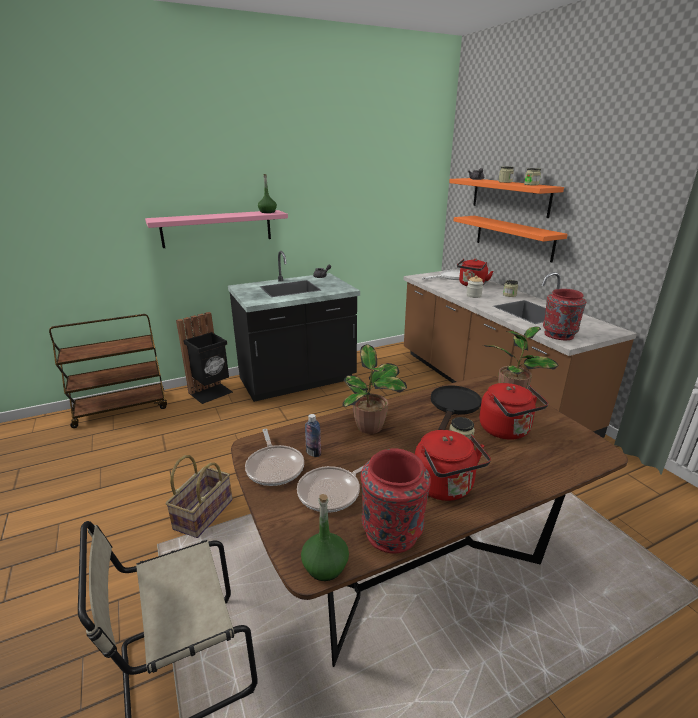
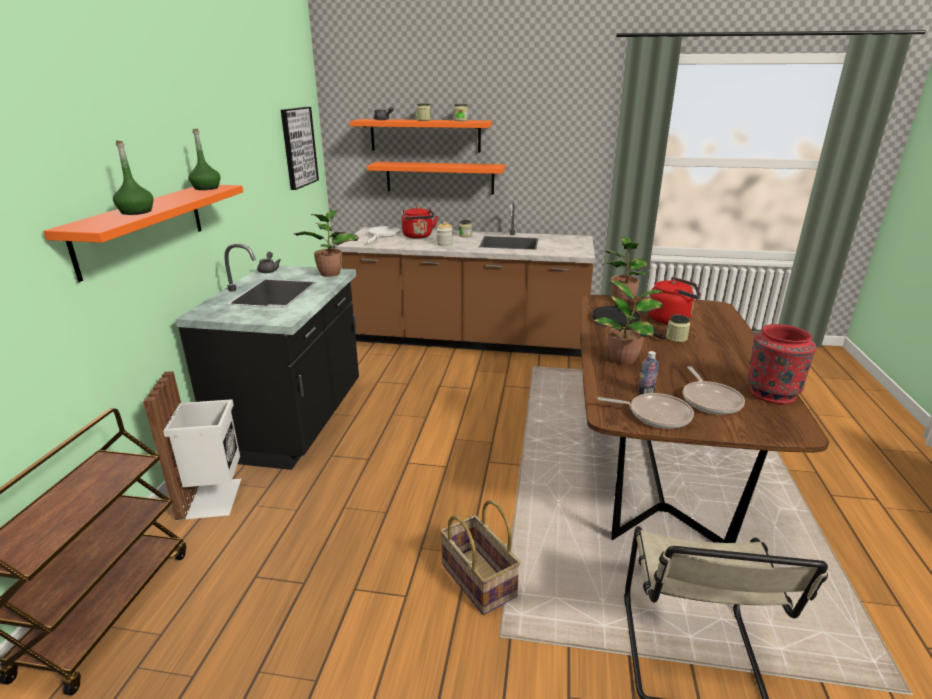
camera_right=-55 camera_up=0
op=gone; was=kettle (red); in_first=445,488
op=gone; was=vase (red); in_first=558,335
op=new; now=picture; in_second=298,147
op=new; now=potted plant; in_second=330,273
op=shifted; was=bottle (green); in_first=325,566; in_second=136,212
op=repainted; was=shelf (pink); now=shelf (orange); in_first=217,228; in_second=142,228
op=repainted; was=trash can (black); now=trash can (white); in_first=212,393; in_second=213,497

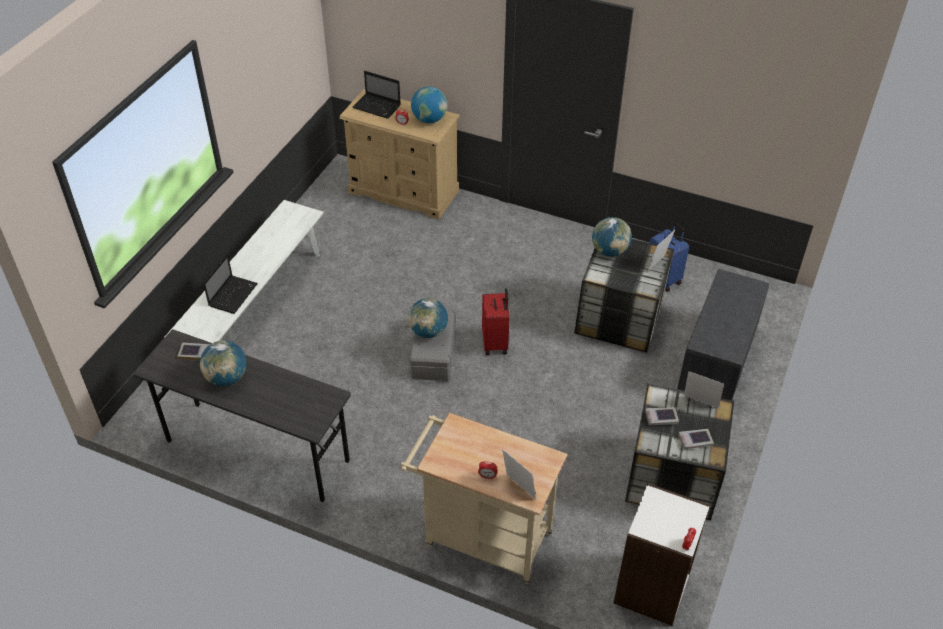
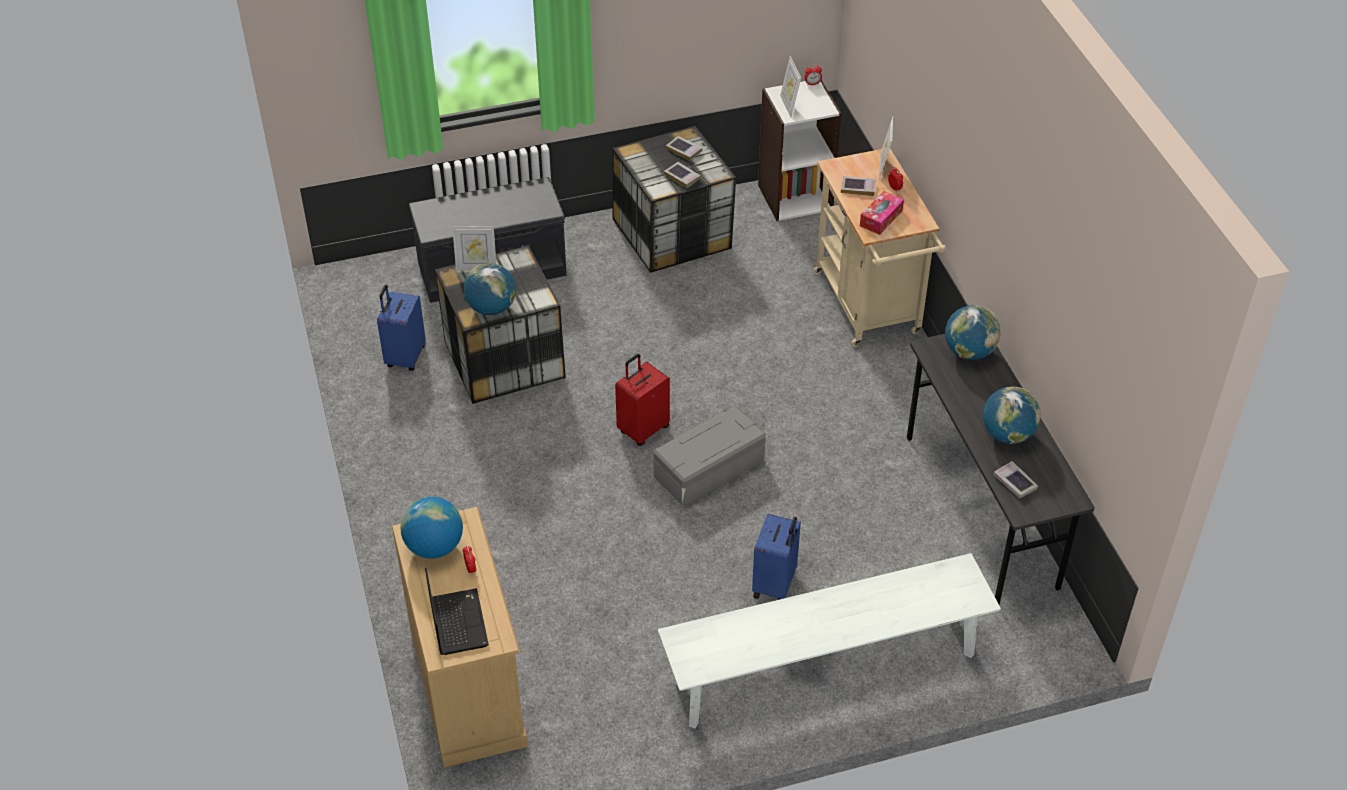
camera_right=-130 camera_up=0
op=gone; was=laptop; in_first=233,294
op=new; now=suitcase (blue); in_second=775,585
op=new; now=book; in_second=858,188
op=new; now=tissue box; in_second=881,218
op=shifted; was=globe; in_first=428,331; in_second=969,352
op=shifted; was=picture frame; in_first=700,404; in_second=789,106

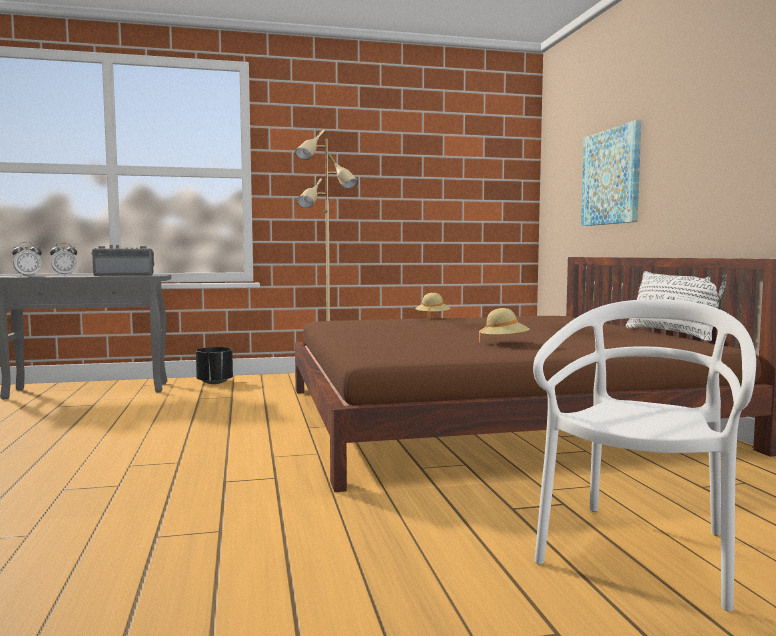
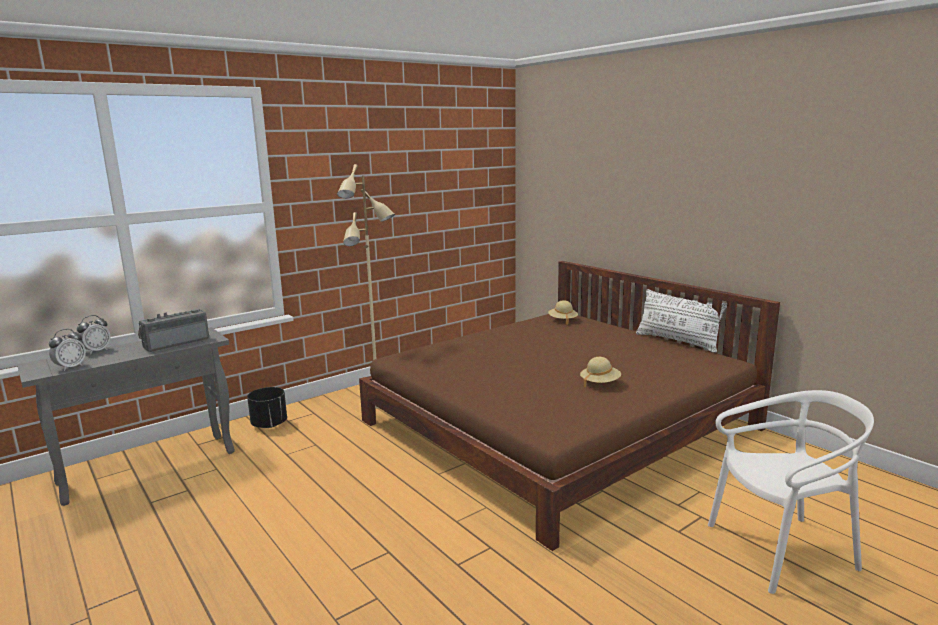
camera_right=-25 camera_up=10
op=gone; was=picture; in_first=611,177
op=shifted; was=hat (beige); in_first=432,317; in_second=562,320
op=rotated; was=chair (white); in_first=640,552; in_second=781,550; clockwise=75

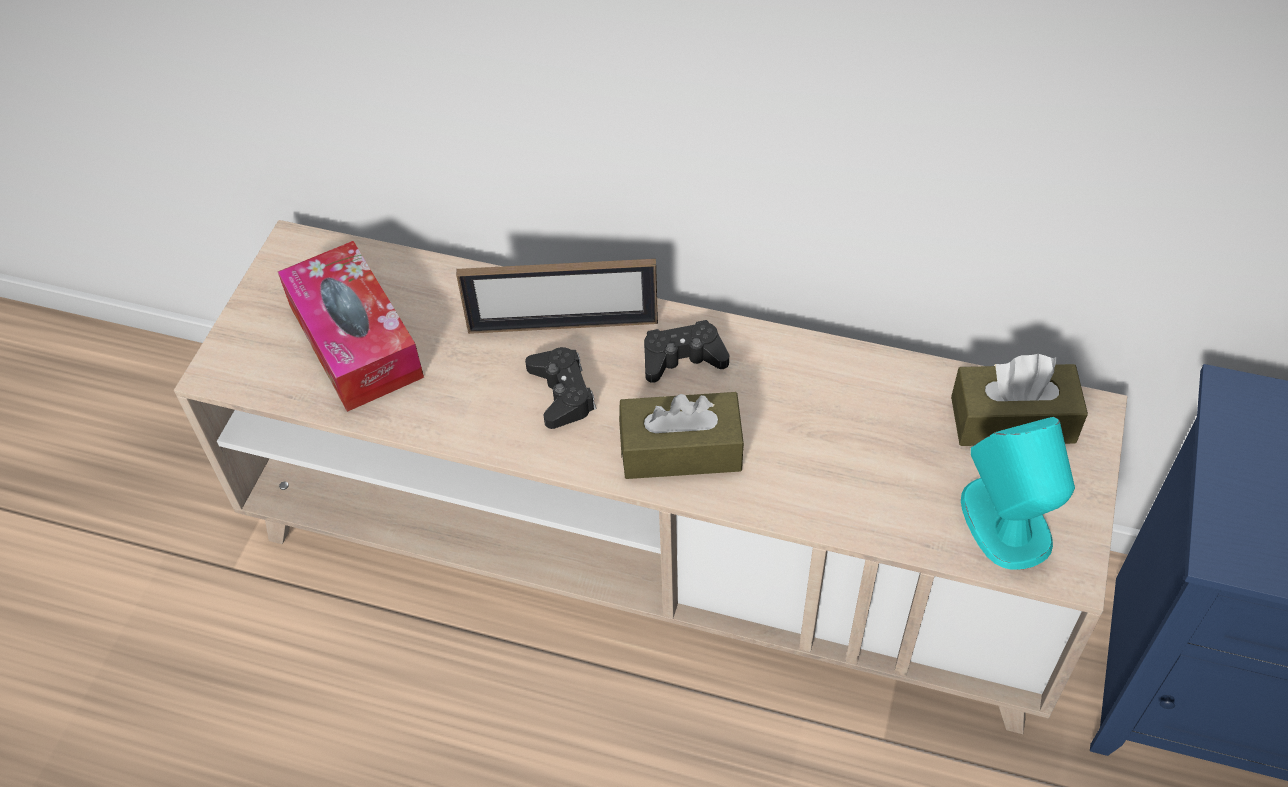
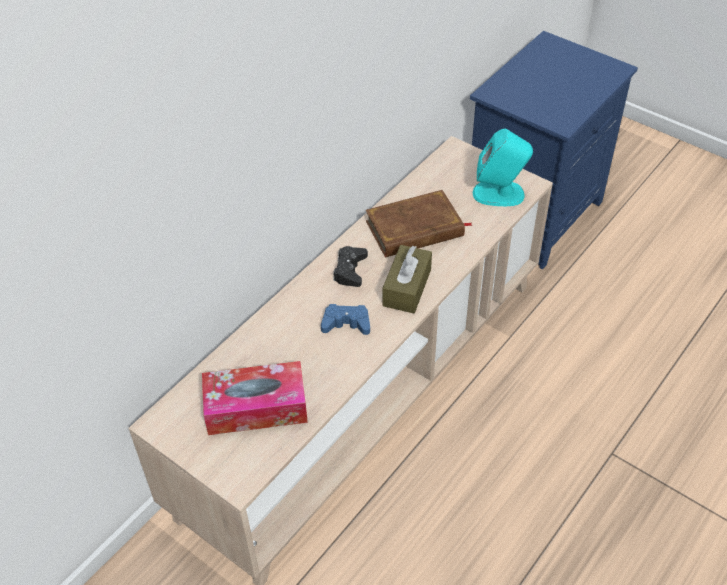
camera_right=-70 camera_up=-5
op=gone; was=picture frame; in_first=563,325
op=gone; was=tissue box (brown); in_first=1012,420
op=new; now=book (brown); in_second=415,229
op=repainted; was=game controller (black); now=game controller (blue); in_first=562,393; in_second=346,324

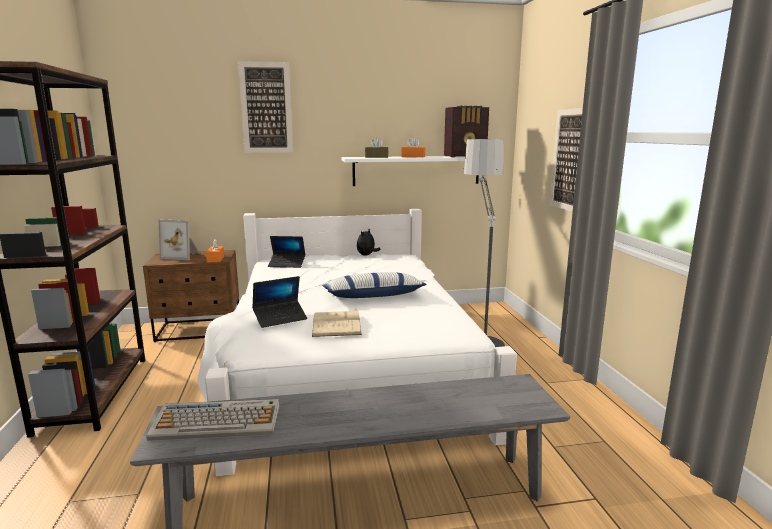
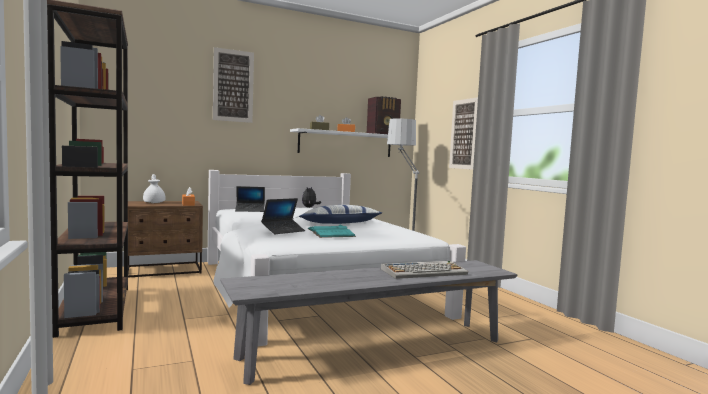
camera_right=-15 camera_up=-10
op=shifted; was=keyboard; in_first=218,421; in_second=424,271
op=swapped; was=picture frame; now=teapot (white); in_first=182,256; in_second=154,202
op=repainted; was=book (beige); now=book (turquoise); in_first=336,324; in_second=330,233

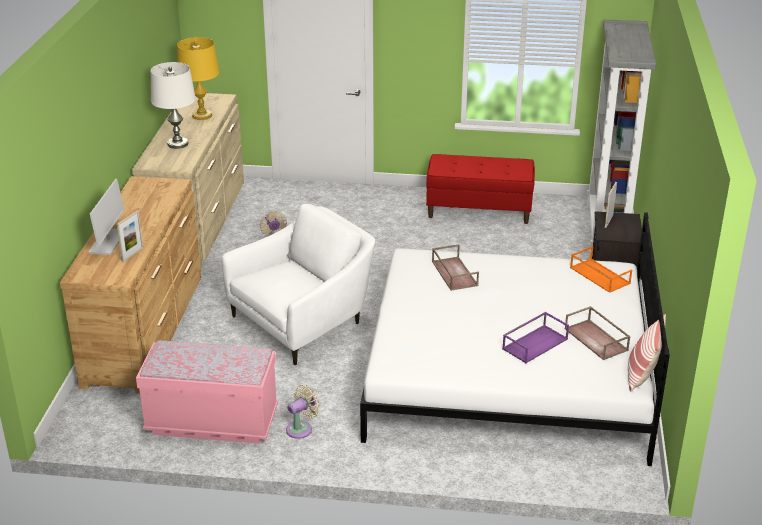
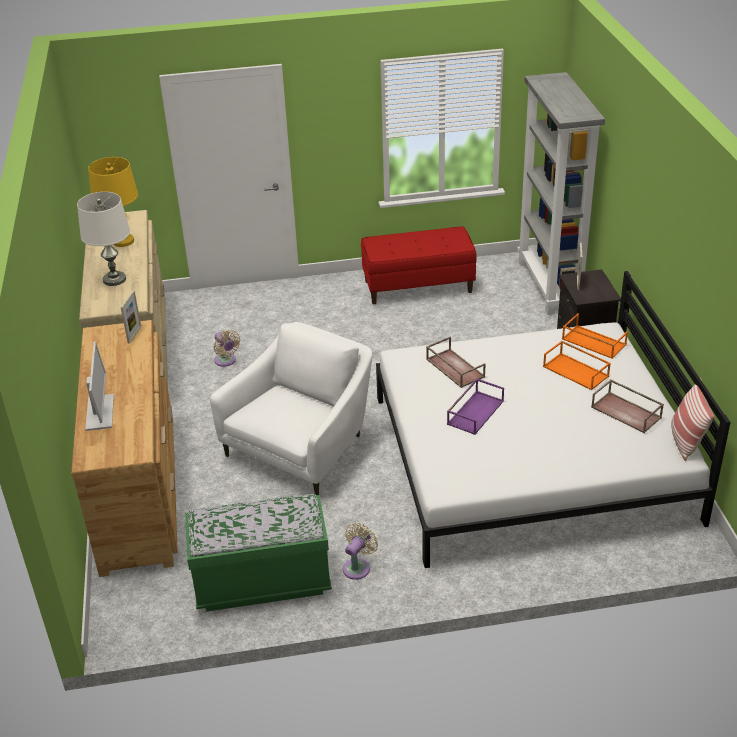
camera_right=-15 camera_up=5
op=new; now=tray (orange); in_second=576,371
op=shifted; was=picture frame; in_first=132,254; in_second=134,334
op=shifted; was=tray (purple); in_first=535,343; in_second=475,412
op=repainted; was=bench (pink); now=bench (green); in_first=212,422; in_second=262,582

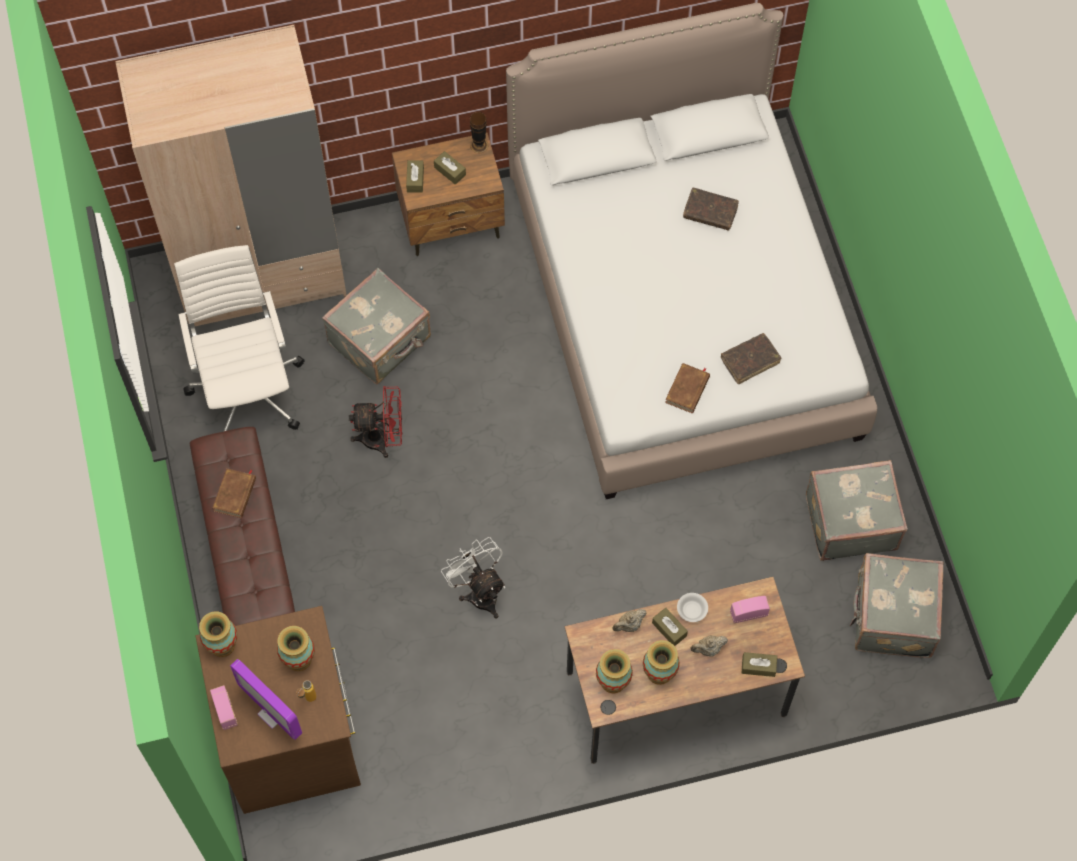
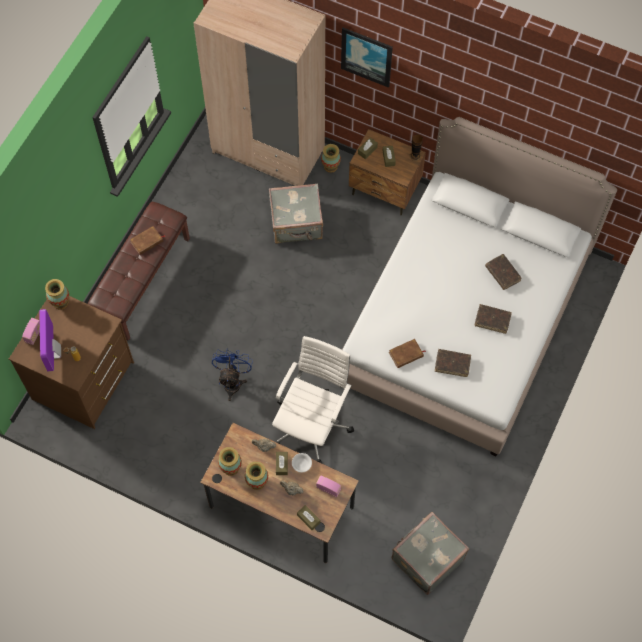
camera_right=40 camera_up=0
op=gone; was=fan (red); in_first=382,438
op=gone; was=suitcase (grey); in_first=849,521
op=new; now=picture; in_second=366,56
op=new; now=book (brown); in_second=492,320
op=shifted; was=office chair (white); in_first=248,389; in_second=312,424
op=shifted; was=vase; in_first=298,659; in_second=330,166
op=repainted; was=fan (white); now=fan (blue); in_first=479,591; in_second=233,381

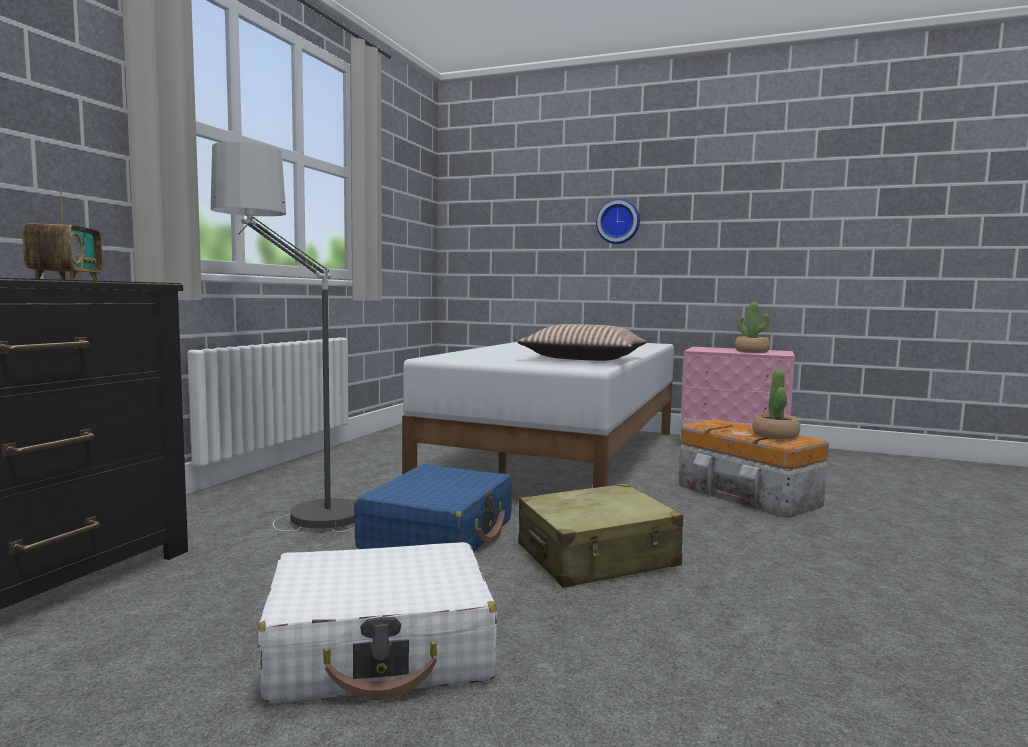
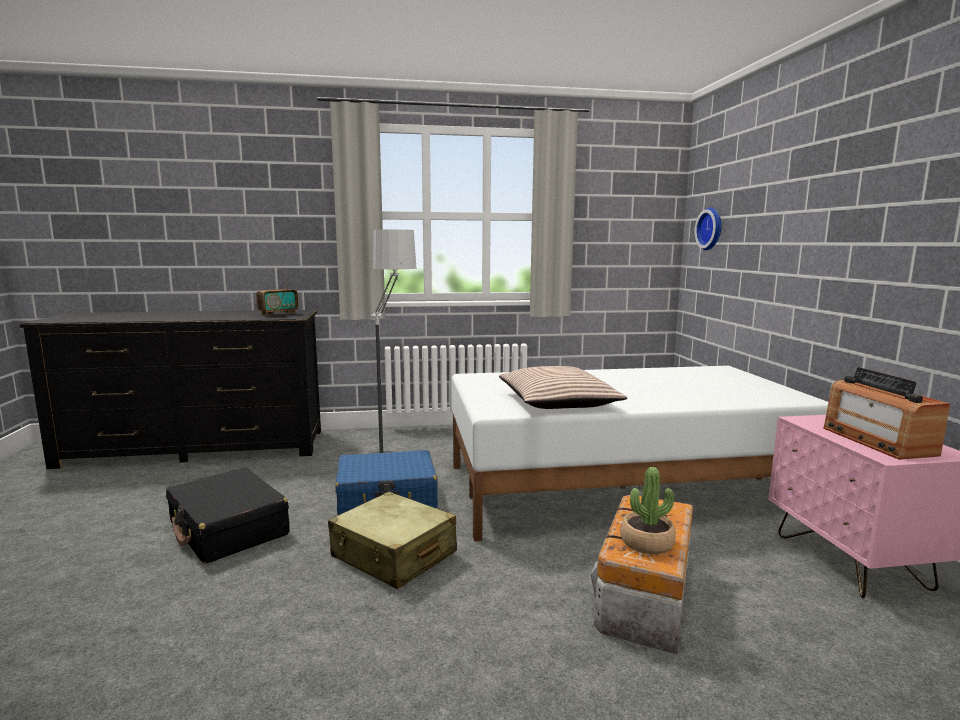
camera_right=60 camera_up=5
op=shifted; was=wall clock; in_first=618,222; in_second=711,229
op=swapped; was=potted plant; now=radio; in_first=751,351; in_second=877,441
op=repainted; was=suitcase (white); now=suitcase (black); in_first=381,649; in_second=228,529

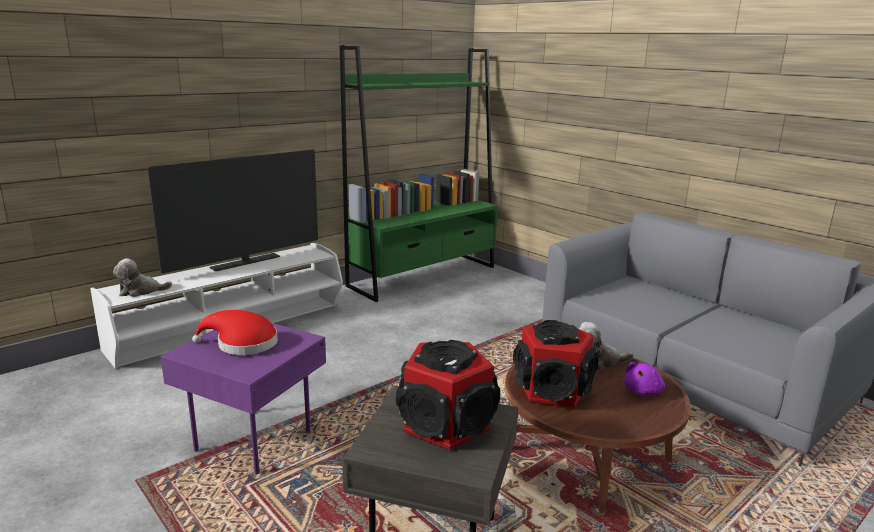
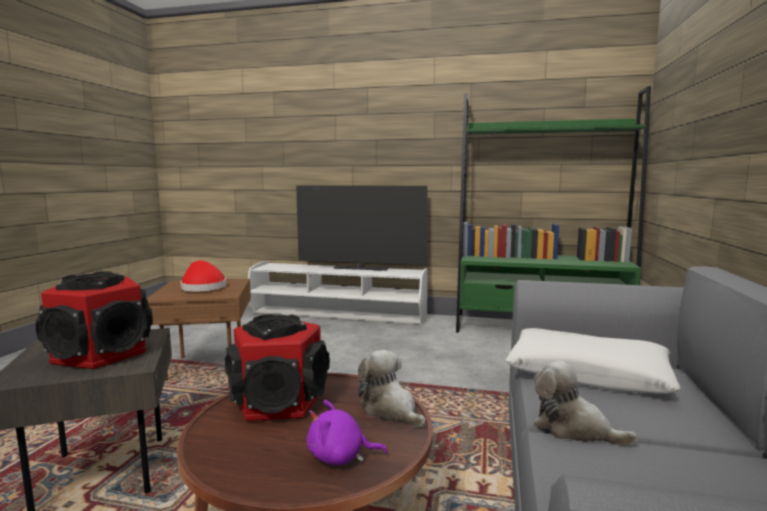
camera_right=55 camera_up=-10
op=new; now=pillow (white); in_second=587,374
op=shifted; was=plush toy; in_first=140,291; in_second=573,428
op=repainted; was=side table (purple); now=side table (brown); in_first=253,438; in_second=208,366

